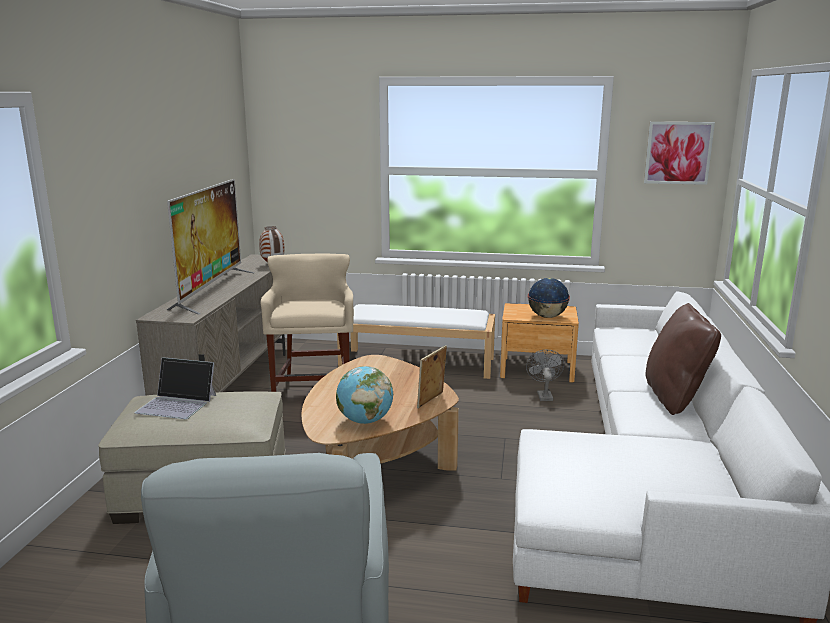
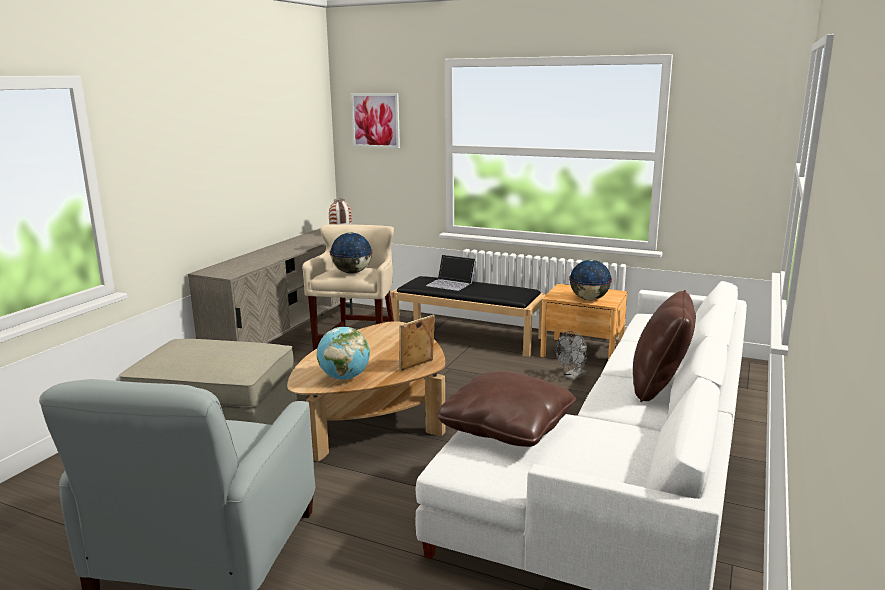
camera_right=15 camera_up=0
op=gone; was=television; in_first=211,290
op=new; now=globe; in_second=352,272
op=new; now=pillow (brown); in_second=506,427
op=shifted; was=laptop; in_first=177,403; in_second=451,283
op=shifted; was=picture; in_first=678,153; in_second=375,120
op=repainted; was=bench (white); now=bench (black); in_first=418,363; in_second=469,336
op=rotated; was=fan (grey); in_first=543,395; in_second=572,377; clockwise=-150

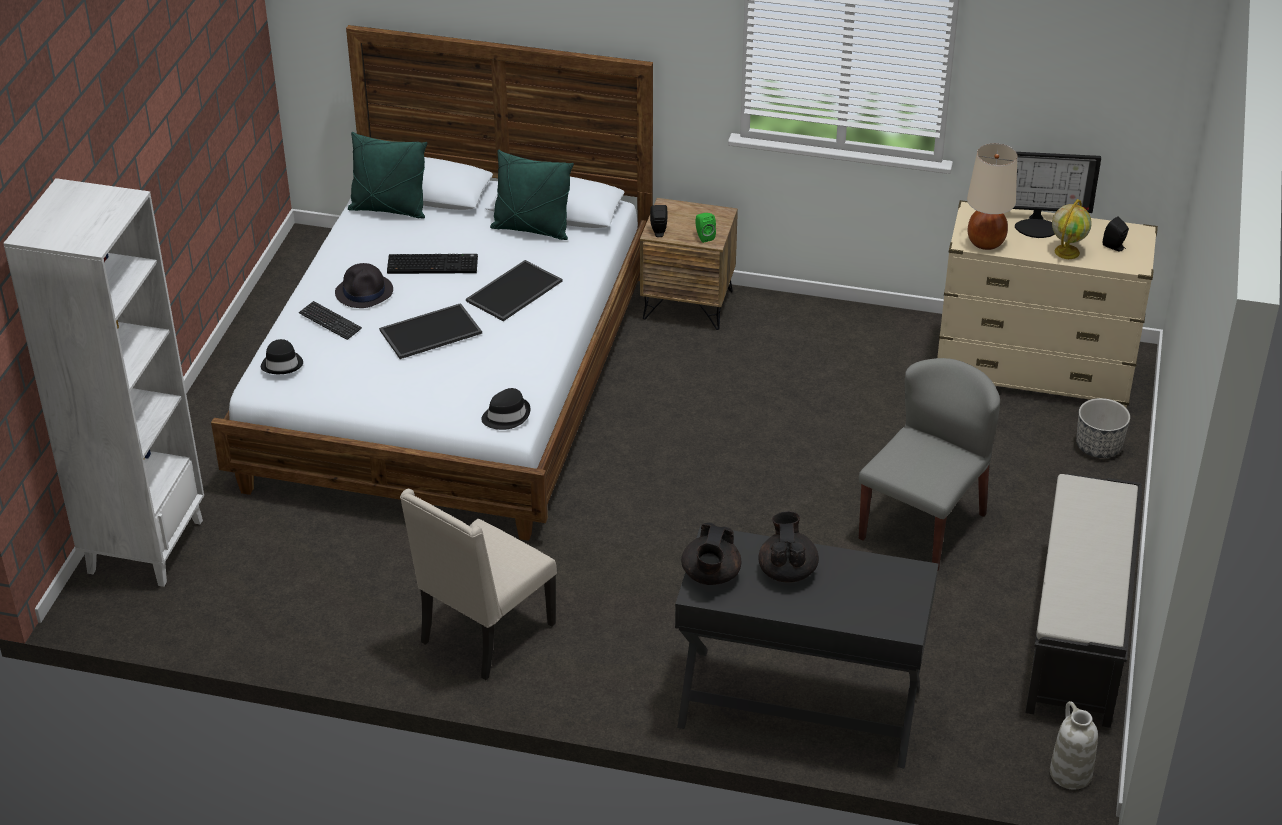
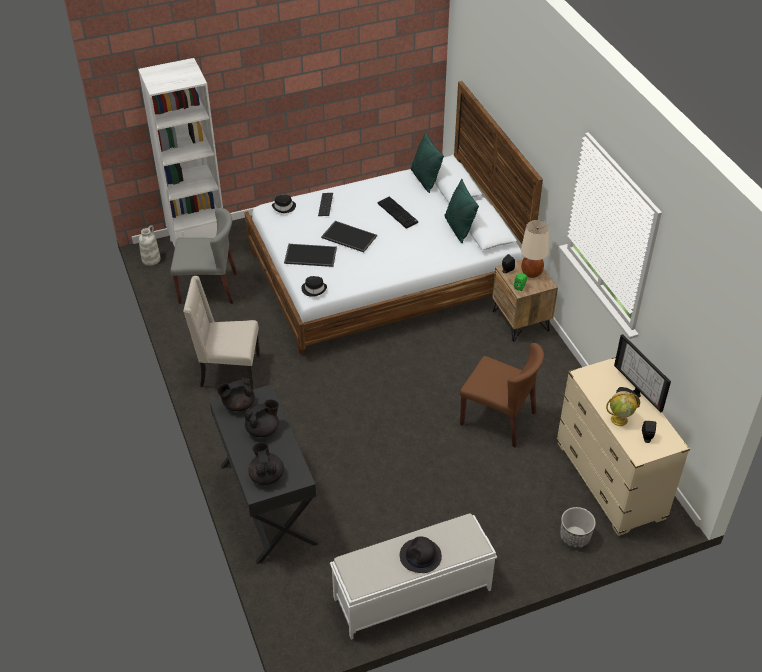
camera_right=55 camera_up=5
op=new; now=teapot (black); in_second=266,475
op=new; now=chair (brown); in_second=498,419
op=shifted; was=hat (black); in_first=364,292; in_second=420,556
op=shifted; was=tray; in_first=514,292; in_second=310,256
op=shifted; was=chair (grey); in_first=922,525; in_second=208,288
op=shifted; was=table lamp (beige); in_first=985,243; in_second=531,273
op=shifted; was=vase (white); in_first=1069,773; in_second=151,259
op=repainted; was=bench (black); now=bench (white); in_first=1077,634; in_second=411,594

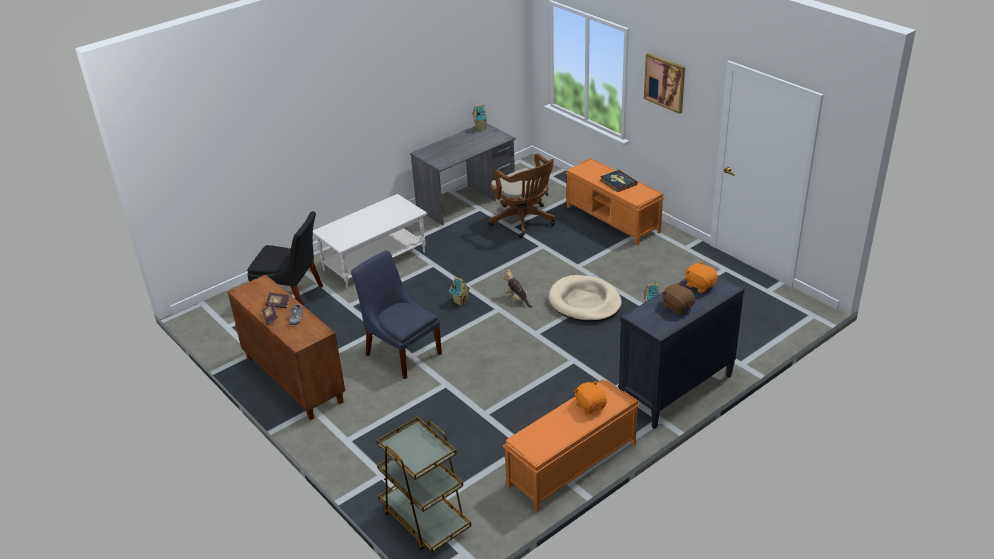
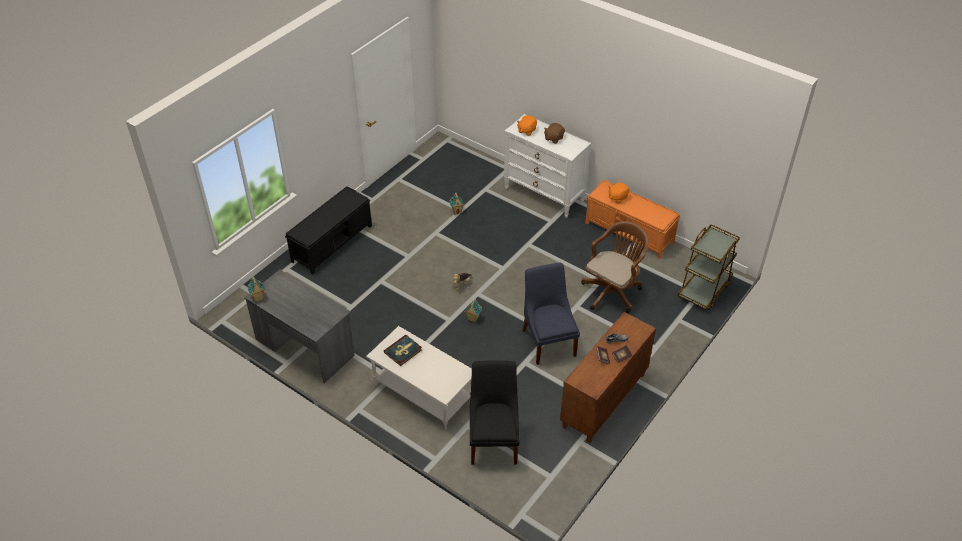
camera_right=-105 camera_up=10
op=gone; was=dog bed (beige); in_first=584,302
op=gone; was=picture; in_first=665,82
op=shifted; was=office chair (brown); in_first=524,222; in_second=612,291
op=shifted; was=book; in_first=618,182; in_second=403,351
op=repainted; was=bench (orange); now=bench (black); in_first=613,219; in_second=332,243
op=repainted; was=dresser (black); now=dresser (white); in_first=676,391; in_second=544,194
op=rotated; was=chair (blue); in_first=401,352; in_second=548,340; clockwise=135

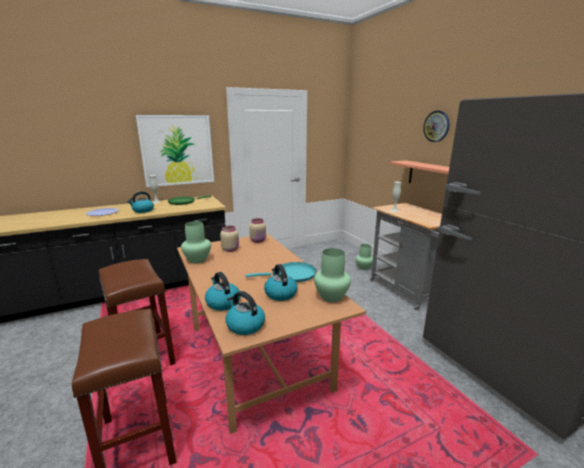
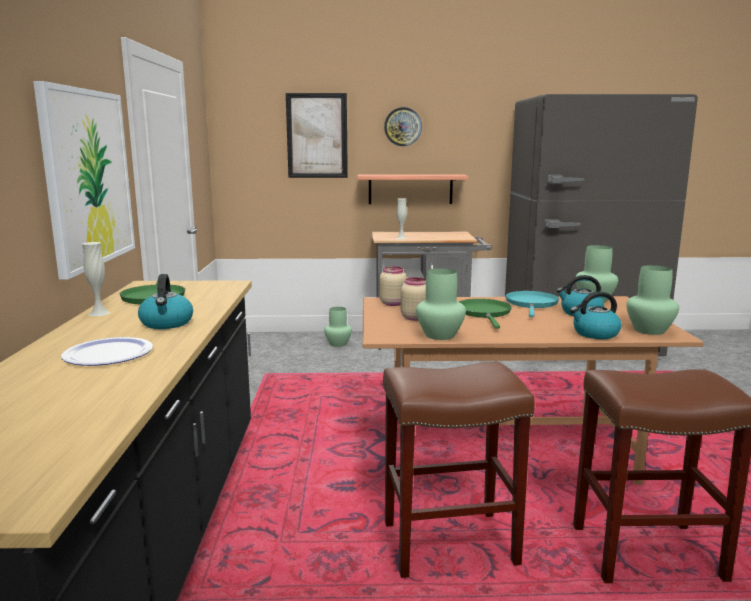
camera_right=-65 camera_up=-5
op=new; now=picture; in_second=317,136
op=new; now=frying pan (green); in_second=484,313
op=swapped; was=kettle; now=vase (green); in_first=245,325; in_second=650,330

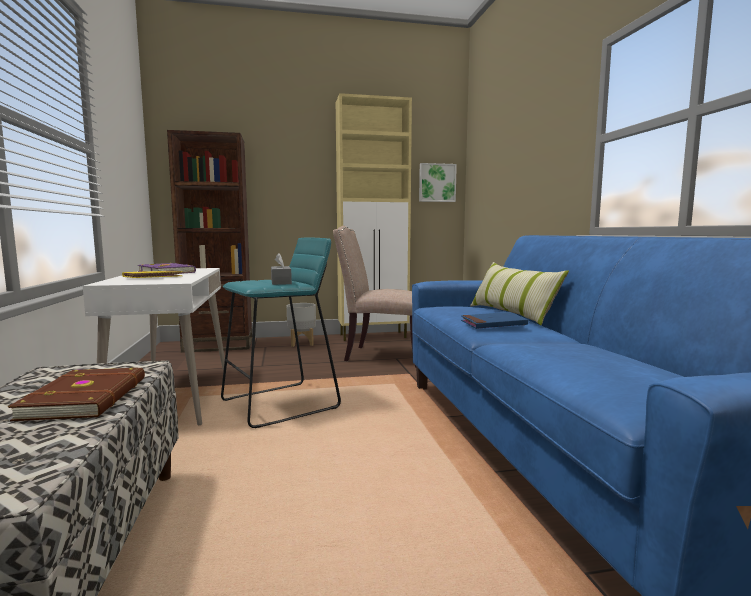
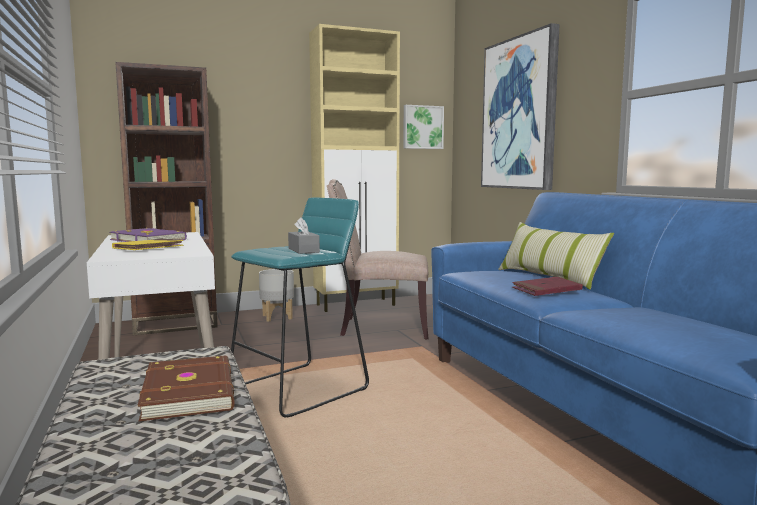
camera_right=-10 camera_up=0
op=new; now=picture; in_second=519,114
op=repainted; was=book (blue); now=book (red); in_first=493,324; in_second=546,290

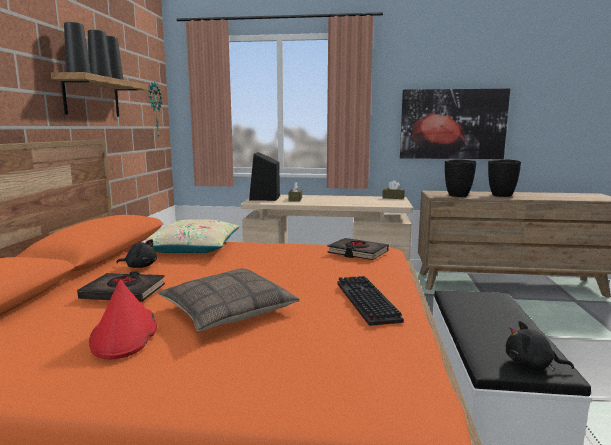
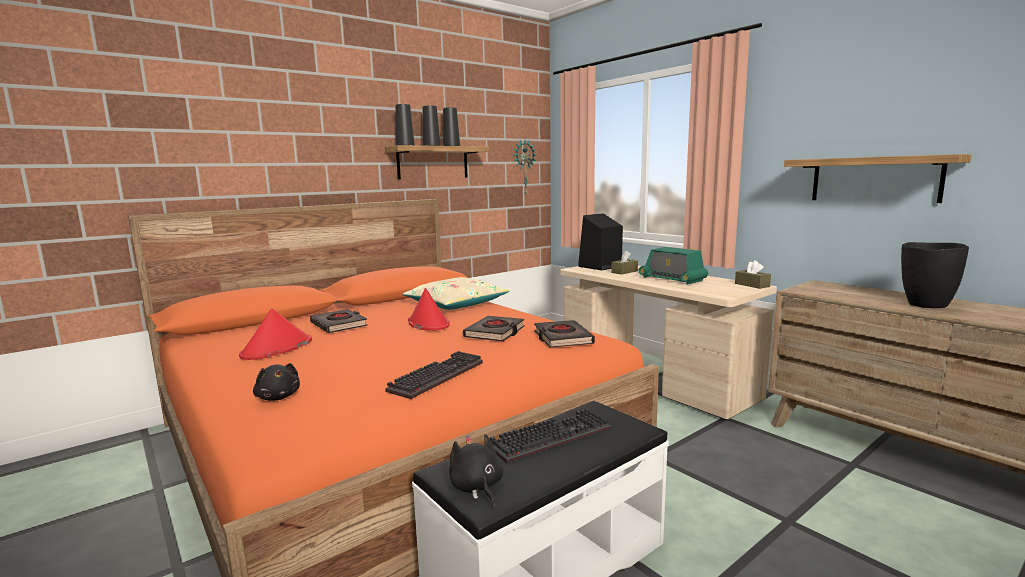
camera_right=45 camera_up=0
op=gone; was=pillow; in_first=227,311
op=gone; was=vase (black); in_first=458,195
op=new; now=hat (red); in_second=428,323
op=new; now=book (black); in_second=495,333
op=new; now=keyboard; in_second=551,436
op=new; now=radio; in_second=672,279
op=shifted; was=plush toy (black); in_first=140,266; in_second=278,397
op=swapped; was=picture; now=shelf; in_first=452,124; in_second=874,179

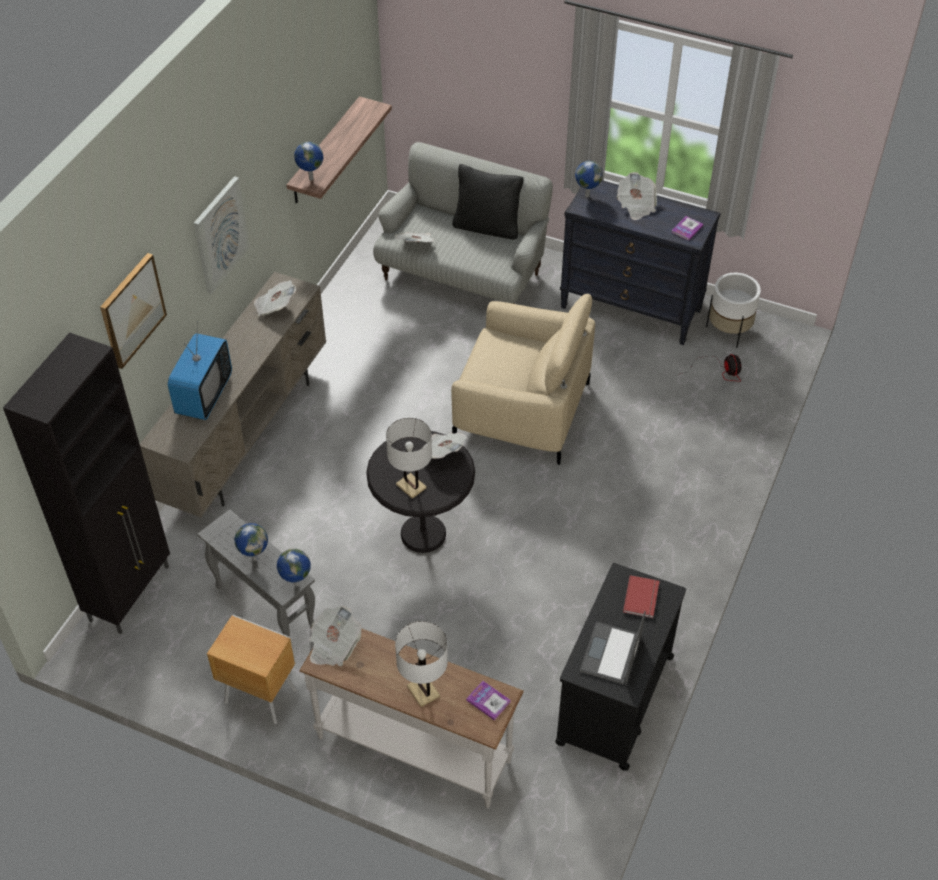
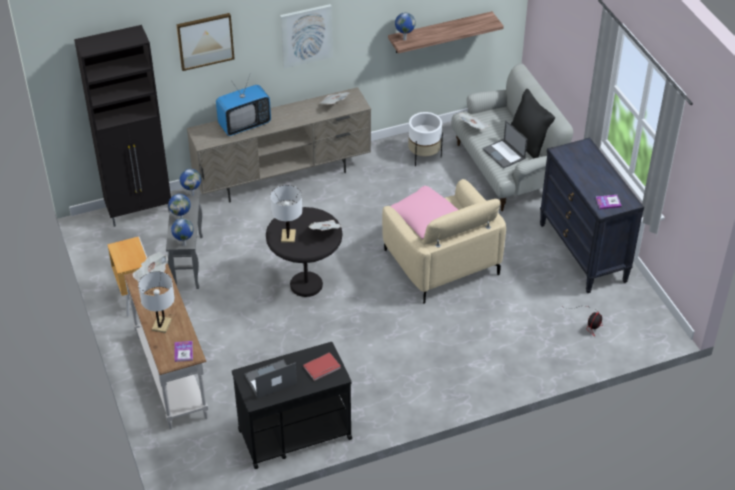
camera_right=45 camera_up=-5
op=gone; was=newspaper; in_first=636,206
op=new; now=pillow (pink); in_second=424,219
op=new; now=laptop; in_second=504,154
op=shifted; was=globe; in_first=586,195; in_second=192,194
op=shifted; was=planter (white); in_first=729,331; in_second=424,156

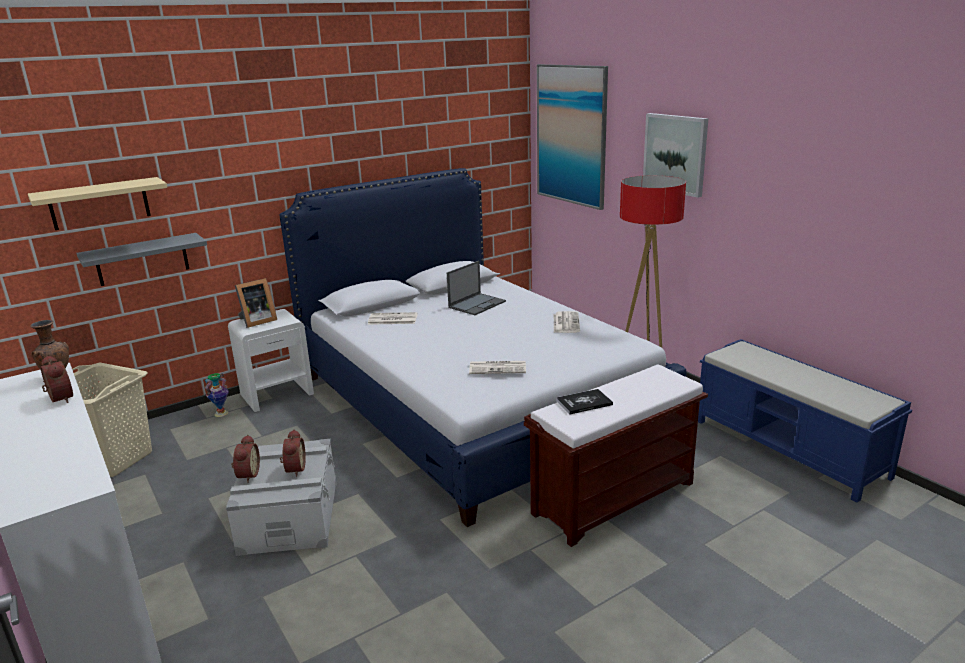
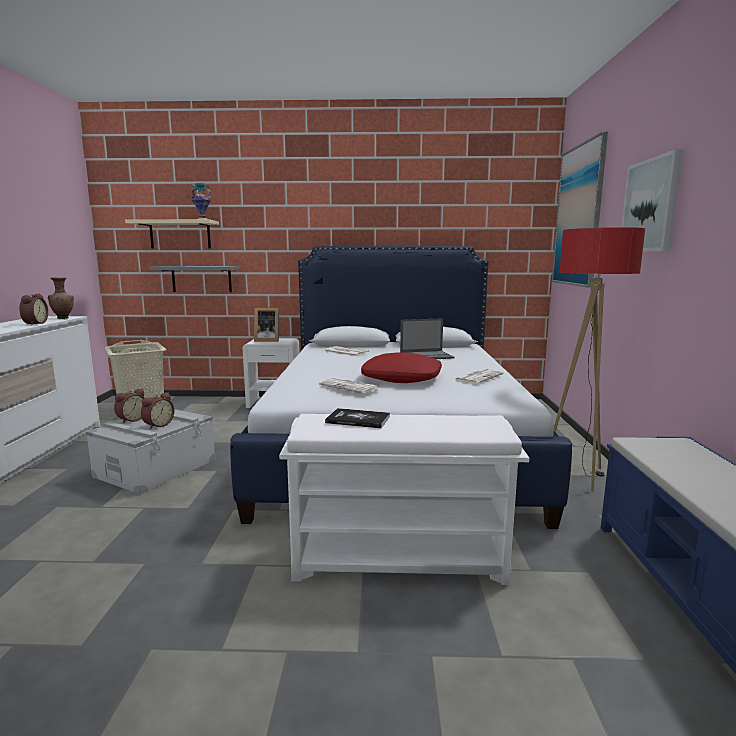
camera_right=35 camera_up=-10
op=new; now=pillow (red); in_second=402,378
op=shifted; was=vase; in_first=221,413; in_second=202,219
op=repainted; was=bench (brown); now=bench (white); in_first=614,497; in_second=401,558

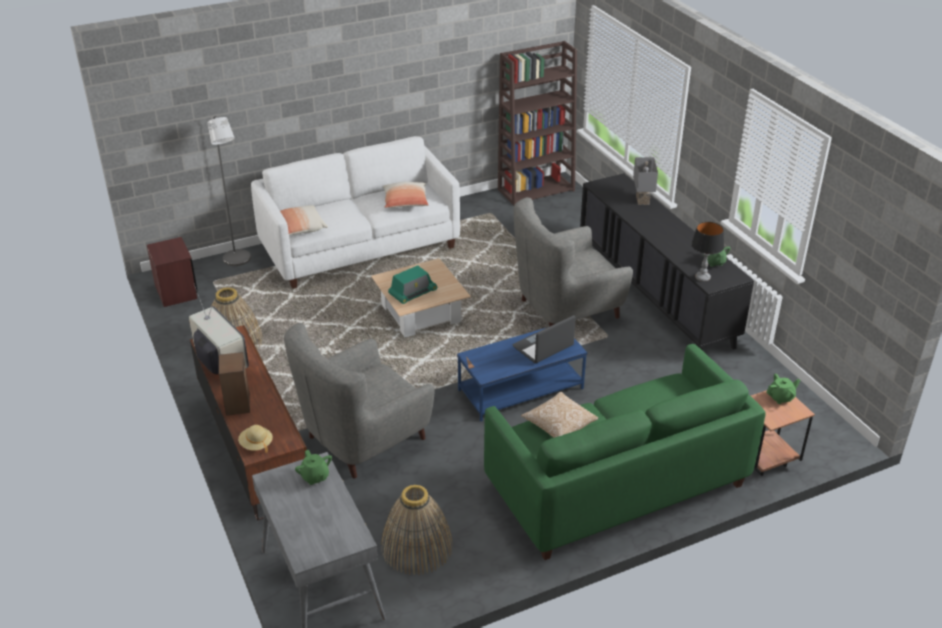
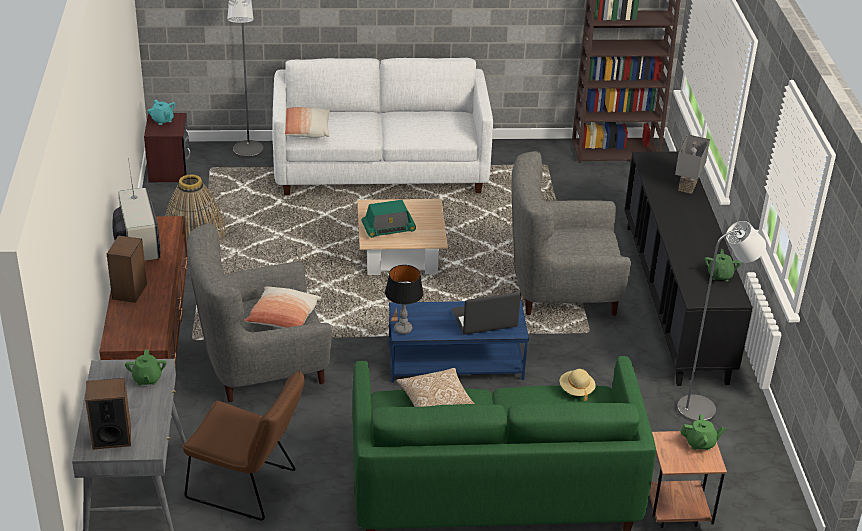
camera_right=20 camera_up=0
op=new; now=speaker; in_second=111,437
op=new; now=teapot (turquoise); in_second=162,120
op=new; now=floor lamp (grey); in_second=703,408
op=shifted; was=hat (beige); in_first=256,444; in_second=576,390
op=shifted; was=pillow; in_first=406,203; in_second=283,318
op=shifted; was=table lamp; in_first=702,278; in_second=403,329
op=swapped; was=basket; now=chair (brown); in_first=417,547; in_second=248,486

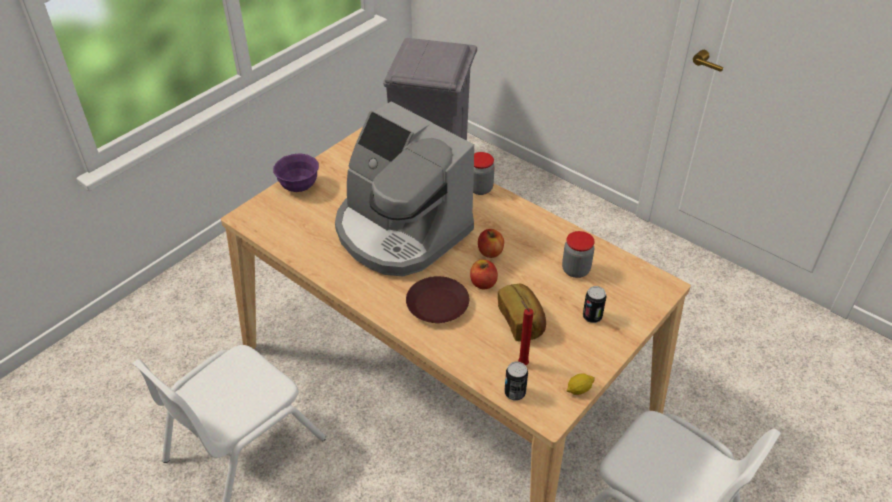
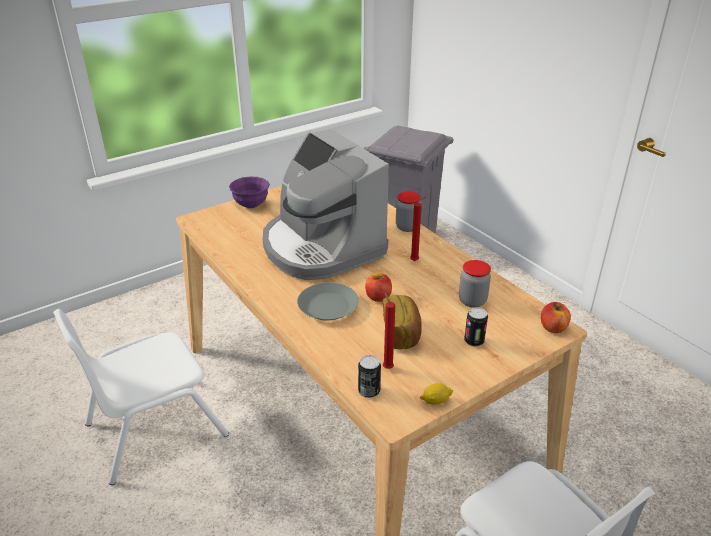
camera_right=15 camera_up=-10
op=new; now=candle (red); in_second=416,261
op=shifted; was=apple; in_first=490,252; in_second=553,328
op=repainted; was=plate (brown); now=plate (grey); in_first=438,305; in_second=328,307

